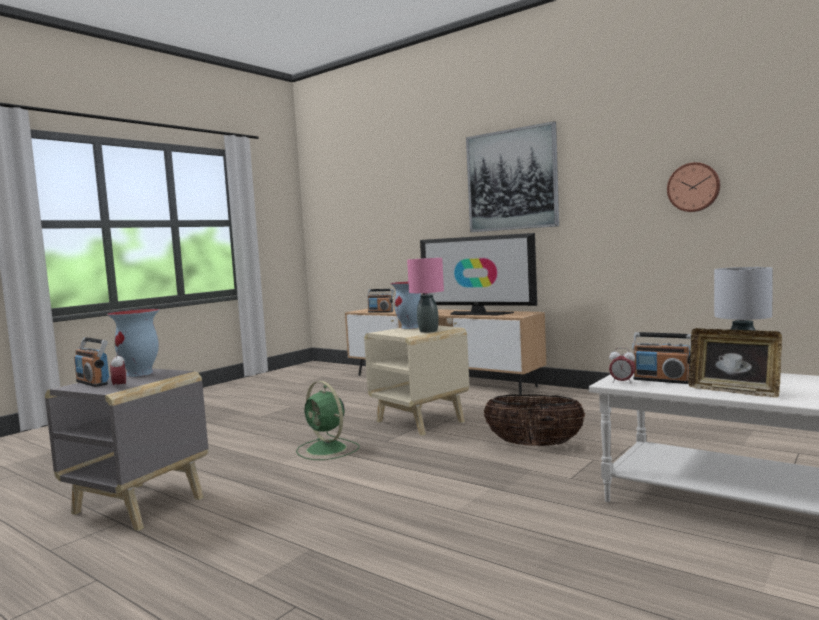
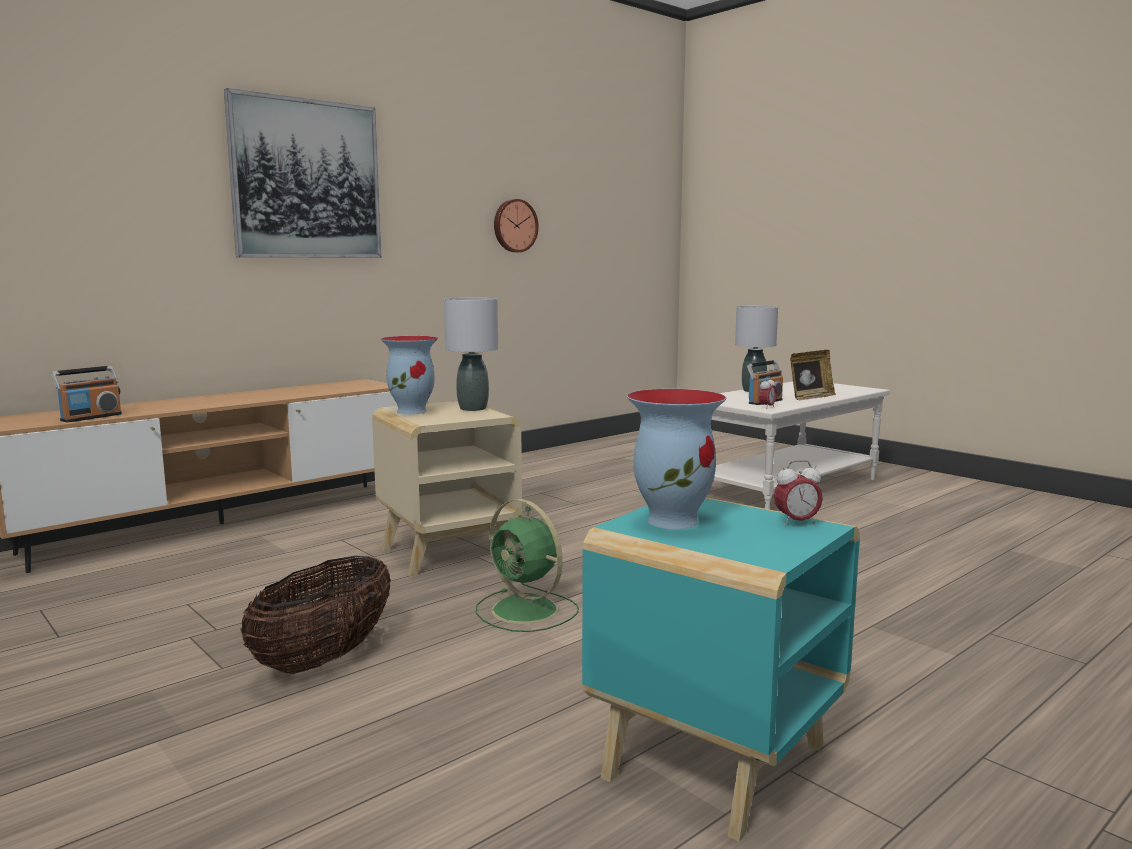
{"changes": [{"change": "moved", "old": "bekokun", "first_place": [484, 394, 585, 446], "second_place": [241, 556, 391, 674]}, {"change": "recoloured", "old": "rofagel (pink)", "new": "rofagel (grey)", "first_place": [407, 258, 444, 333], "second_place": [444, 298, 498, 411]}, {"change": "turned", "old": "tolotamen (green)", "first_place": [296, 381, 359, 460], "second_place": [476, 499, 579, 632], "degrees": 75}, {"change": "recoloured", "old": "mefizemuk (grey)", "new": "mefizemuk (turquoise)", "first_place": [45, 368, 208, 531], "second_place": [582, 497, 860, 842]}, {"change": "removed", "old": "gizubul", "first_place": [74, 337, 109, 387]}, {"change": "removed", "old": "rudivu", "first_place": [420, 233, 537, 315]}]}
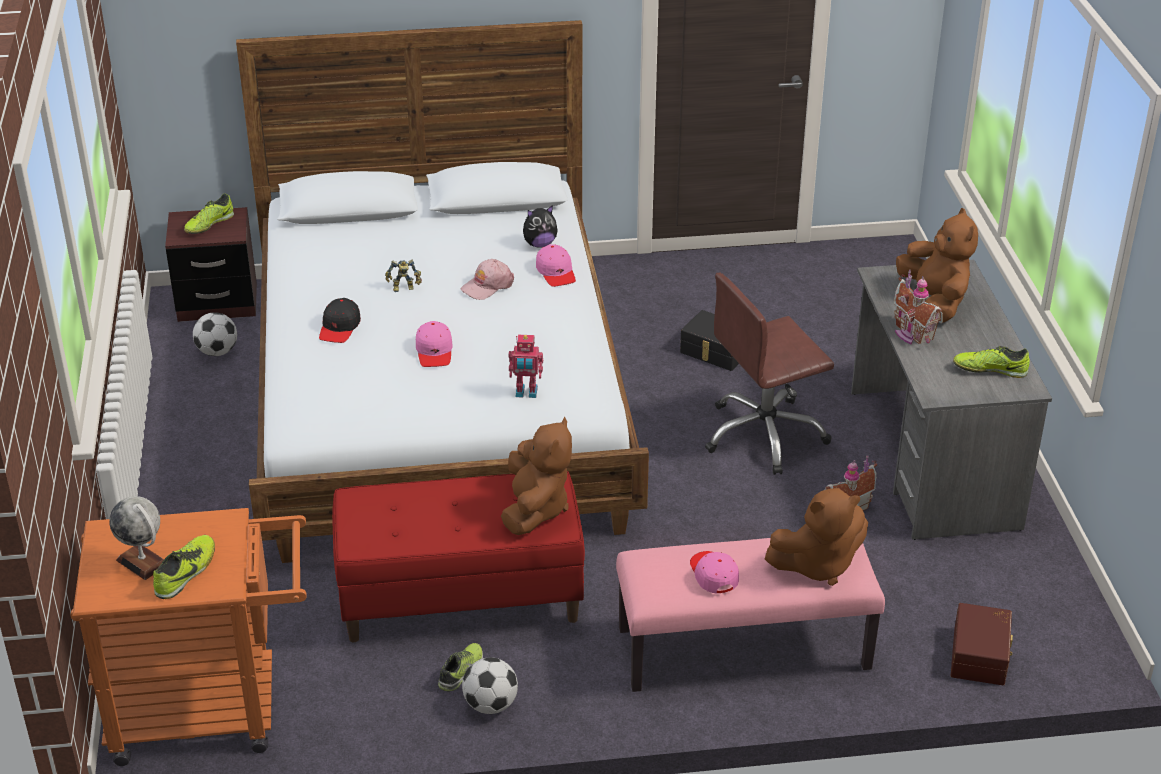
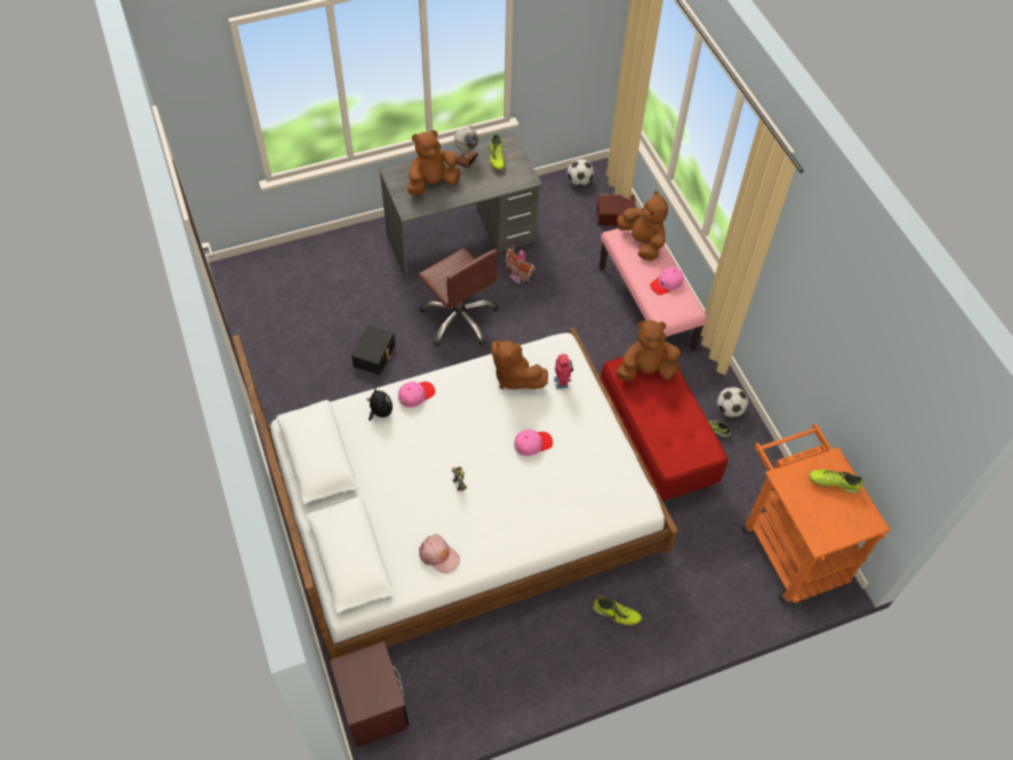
{"changes": [{"change": "moved", "old": "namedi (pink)", "first_place": [461, 259, 514, 300], "second_place": [419, 534, 460, 574]}, {"change": "moved", "old": "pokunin", "first_place": [110, 496, 164, 580], "second_place": [454, 125, 478, 169]}, {"change": "added", "new": "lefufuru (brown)", "second_place": [491, 340, 548, 390]}, {"change": "moved", "old": "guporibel", "first_place": [193, 312, 237, 356], "second_place": [567, 159, 594, 186]}, {"change": "moved", "old": "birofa", "first_place": [184, 194, 234, 234], "second_place": [593, 596, 642, 625]}, {"change": "removed", "old": "namedi (black)", "first_place": [319, 298, 361, 343]}, {"change": "removed", "old": "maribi", "first_place": [894, 270, 943, 345]}]}
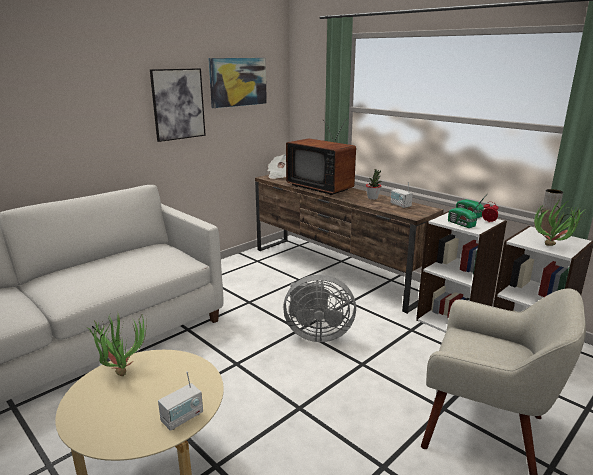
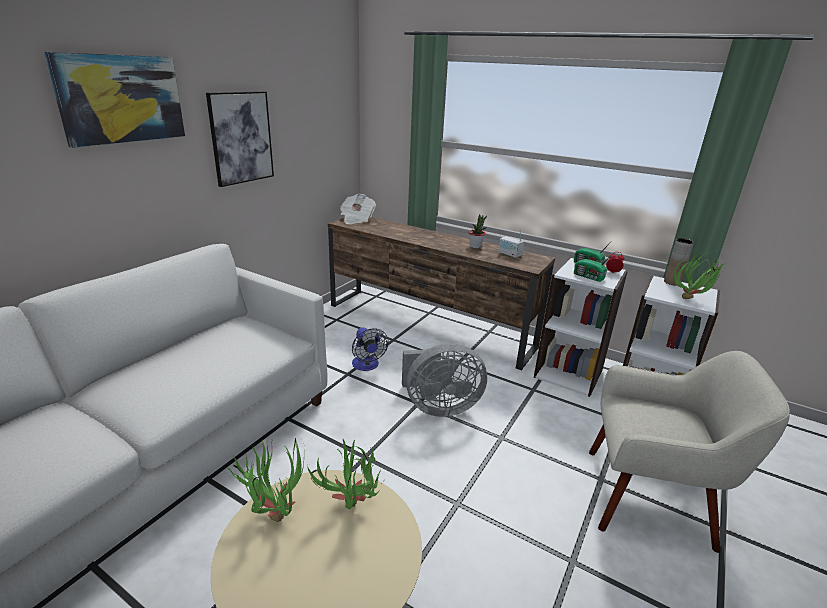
{"changes": [{"change": "moved", "old": "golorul", "first_place": [209, 58, 267, 108], "second_place": [44, 52, 185, 148]}, {"change": "added", "new": "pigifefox", "second_place": [307, 439, 383, 509]}, {"change": "added", "new": "tolotamen", "second_place": [352, 328, 389, 371]}, {"change": "removed", "old": "gizubul", "first_place": [158, 371, 203, 431]}, {"change": "removed", "old": "rudivu", "first_place": [286, 120, 356, 195]}]}
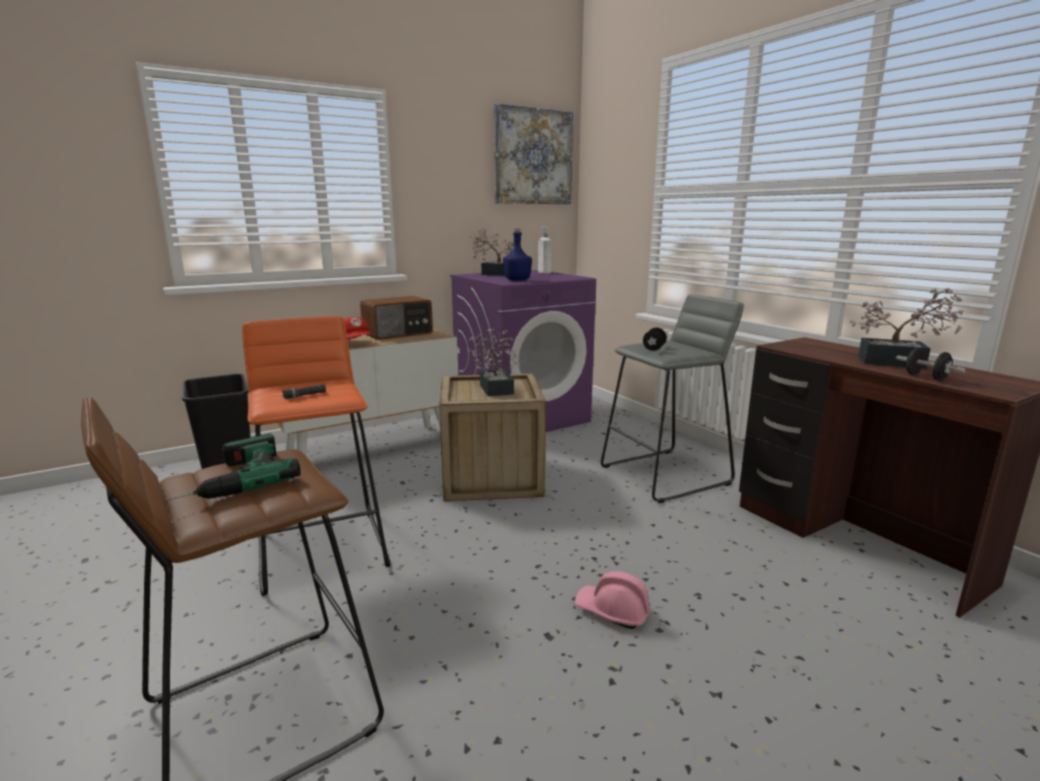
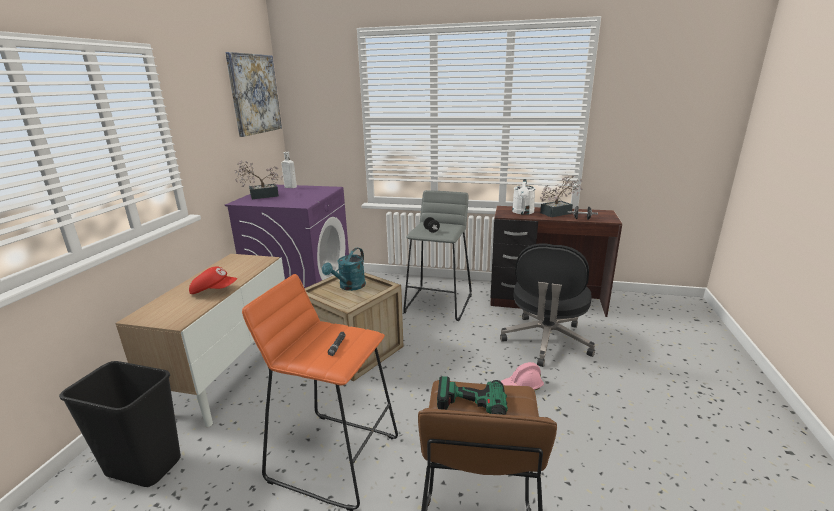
{"changes": [{"change": "replaced", "old": "pigifefox", "new": "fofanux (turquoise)", "first_place": [467, 328, 521, 396], "second_place": [322, 248, 366, 291]}, {"change": "added", "new": "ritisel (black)", "second_place": [500, 244, 595, 367]}, {"change": "added", "new": "fofanux (white)", "second_place": [512, 179, 536, 214]}, {"change": "removed", "old": "gizubul", "first_place": [360, 296, 433, 340]}, {"change": "removed", "old": "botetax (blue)", "first_place": [503, 229, 532, 281]}]}
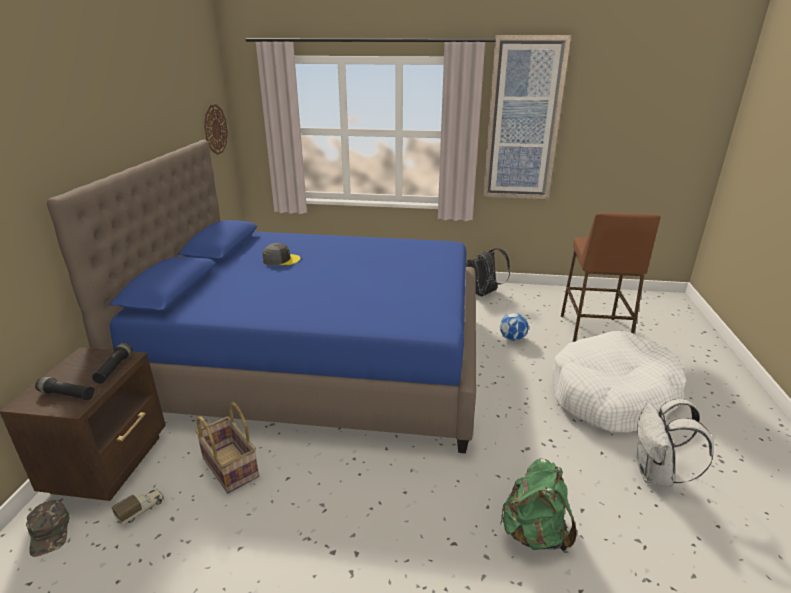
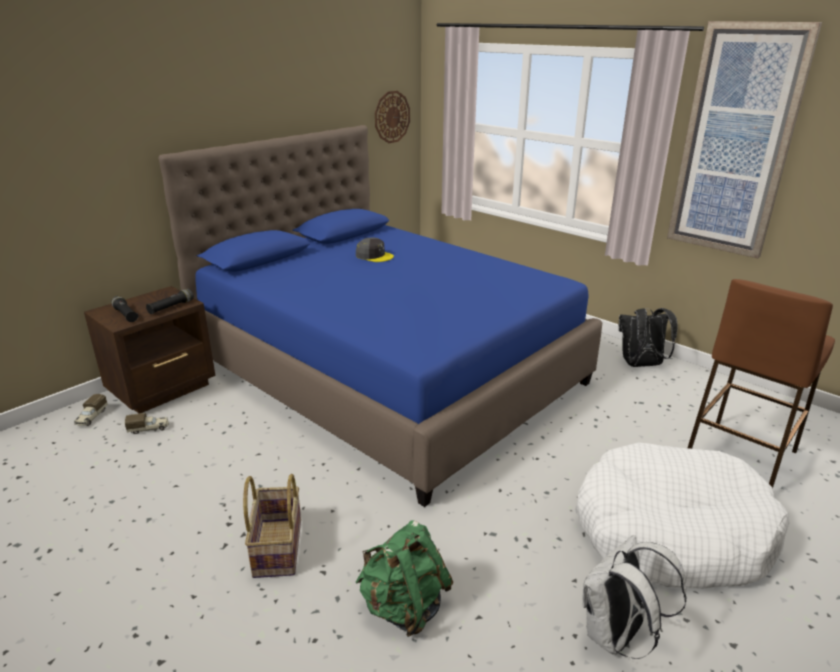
{"changes": [{"change": "replaced", "old": "namedi (green)", "new": "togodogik", "first_place": [26, 500, 69, 557], "second_place": [74, 394, 108, 426]}, {"change": "moved", "old": "bekokun", "first_place": [195, 402, 259, 493], "second_place": [243, 474, 301, 578]}, {"change": "removed", "old": "guporibel", "first_place": [500, 313, 529, 341]}]}
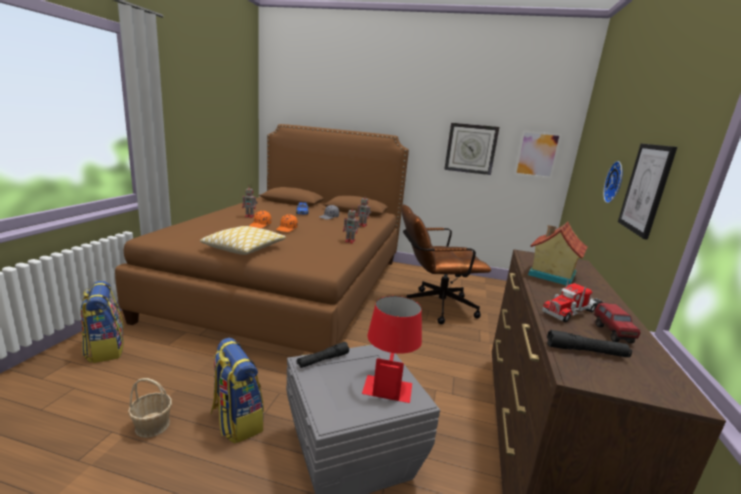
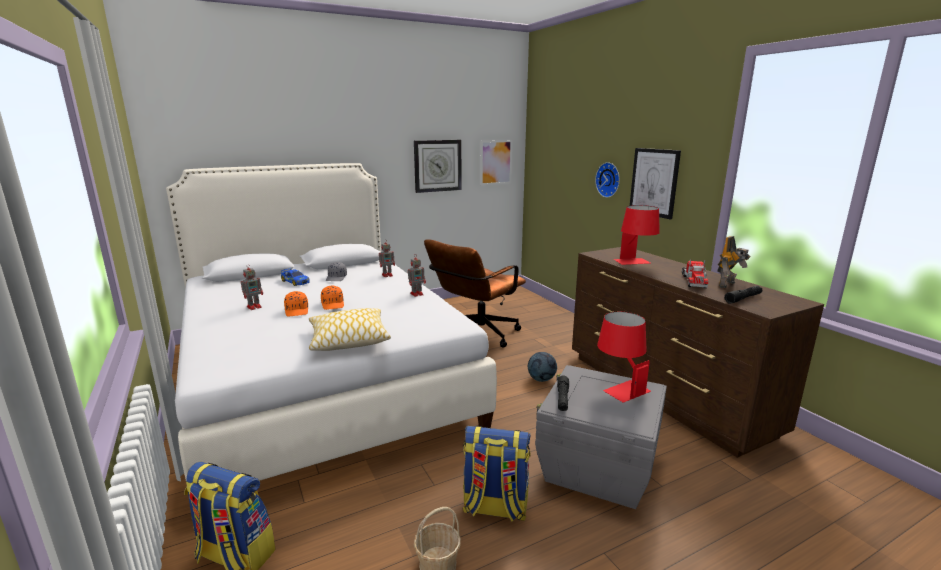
{"changes": [{"change": "recoloured", "old": "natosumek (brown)", "new": "natosumek (white)", "first_place": [115, 124, 409, 353], "second_place": [166, 163, 497, 481]}, {"change": "added", "new": "guporibel", "second_place": [528, 352, 557, 382]}, {"change": "replaced", "old": "maribi", "new": "rofagel (red)", "first_place": [528, 222, 587, 285], "second_place": [614, 205, 660, 265]}, {"change": "replaced", "old": "togodogik", "new": "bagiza", "first_place": [594, 303, 641, 343], "second_place": [717, 236, 751, 288]}]}
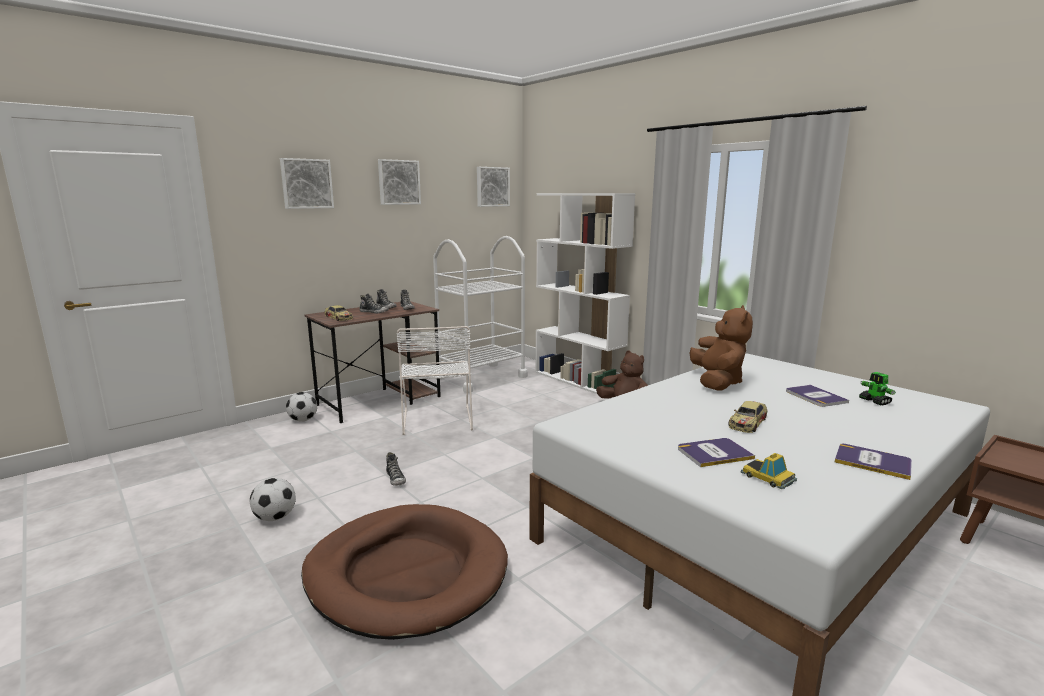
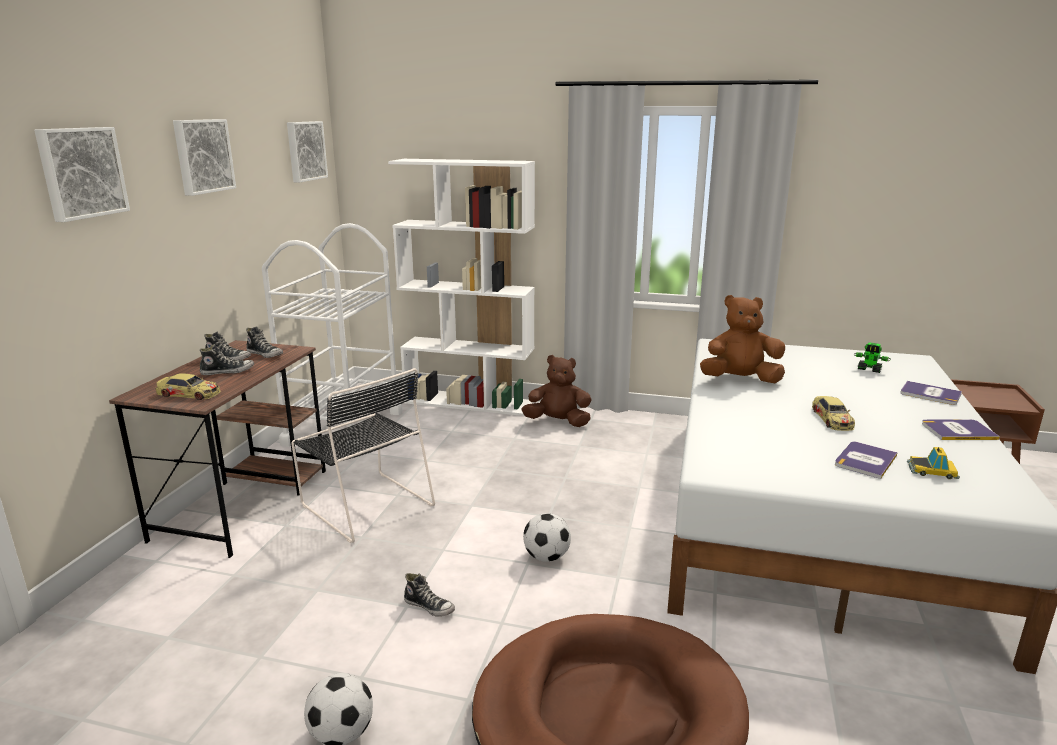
{"changes": [{"change": "recoloured", "old": "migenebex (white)", "new": "migenebex (black)", "first_place": [397, 326, 473, 435], "second_place": [291, 368, 435, 543]}, {"change": "moved", "old": "guporibel", "first_place": [286, 392, 317, 422], "second_place": [523, 513, 571, 562]}, {"change": "turned", "old": "lefufuru (brown)", "first_place": [689, 305, 753, 391], "second_place": [700, 295, 785, 383], "degrees": -60}, {"change": "moved", "old": "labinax", "first_place": [786, 385, 849, 407], "second_place": [900, 381, 962, 405]}]}
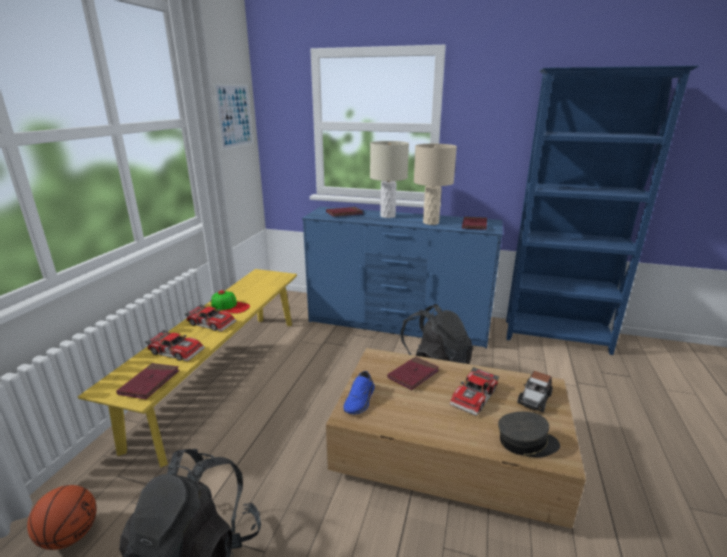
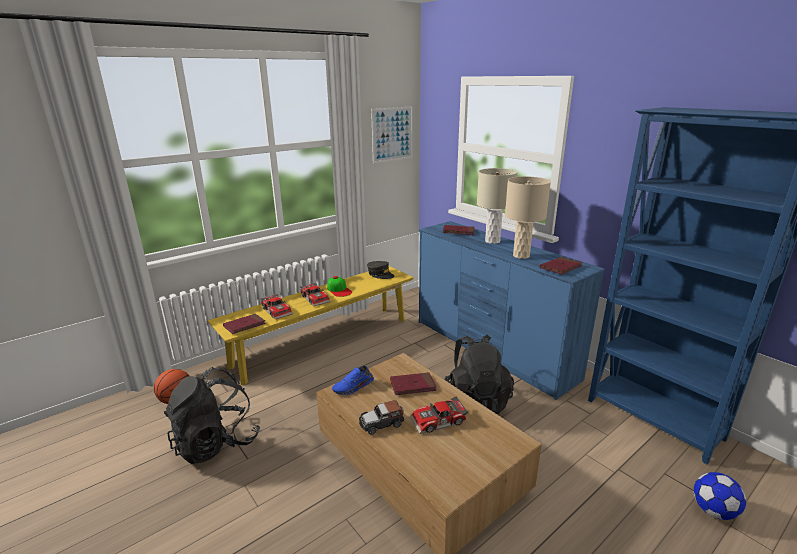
{"changes": [{"change": "moved", "old": "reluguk", "first_place": [517, 371, 553, 412], "second_place": [359, 400, 405, 435]}, {"change": "moved", "old": "namedi (grey)", "first_place": [498, 412, 560, 458], "second_place": [367, 261, 394, 279]}, {"change": "added", "new": "guporibel", "second_place": [694, 472, 746, 520]}]}
